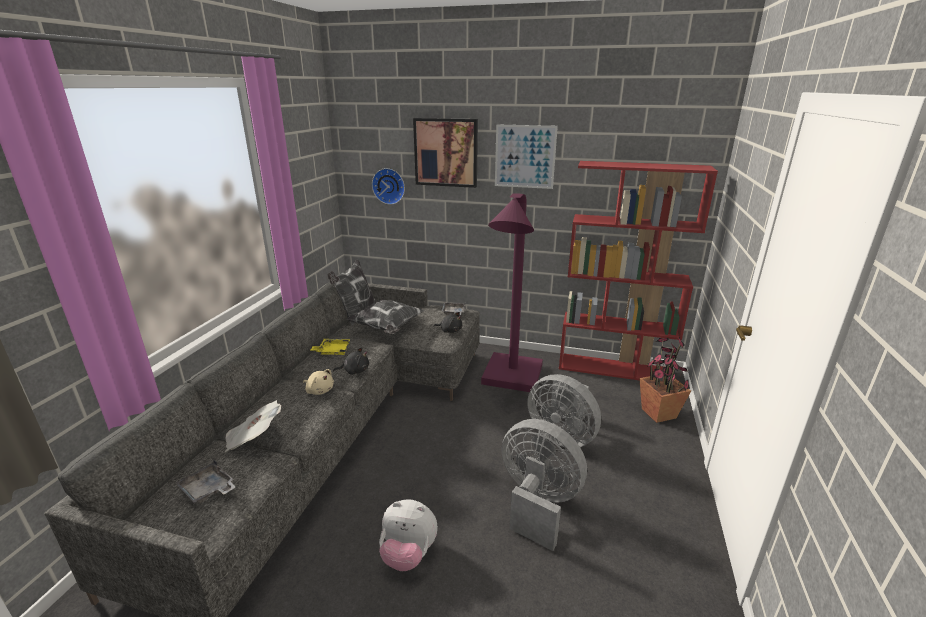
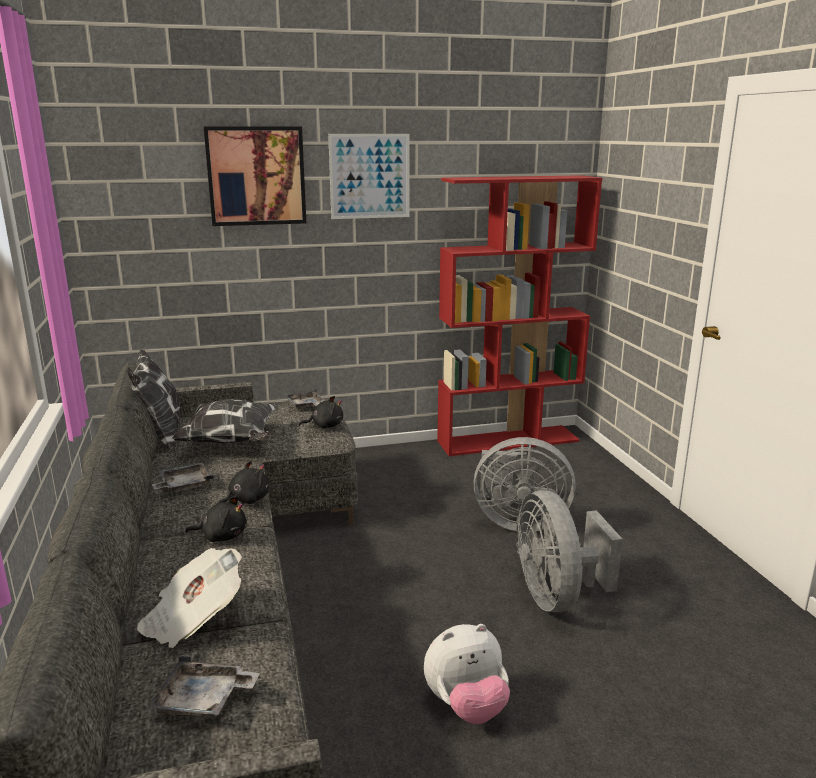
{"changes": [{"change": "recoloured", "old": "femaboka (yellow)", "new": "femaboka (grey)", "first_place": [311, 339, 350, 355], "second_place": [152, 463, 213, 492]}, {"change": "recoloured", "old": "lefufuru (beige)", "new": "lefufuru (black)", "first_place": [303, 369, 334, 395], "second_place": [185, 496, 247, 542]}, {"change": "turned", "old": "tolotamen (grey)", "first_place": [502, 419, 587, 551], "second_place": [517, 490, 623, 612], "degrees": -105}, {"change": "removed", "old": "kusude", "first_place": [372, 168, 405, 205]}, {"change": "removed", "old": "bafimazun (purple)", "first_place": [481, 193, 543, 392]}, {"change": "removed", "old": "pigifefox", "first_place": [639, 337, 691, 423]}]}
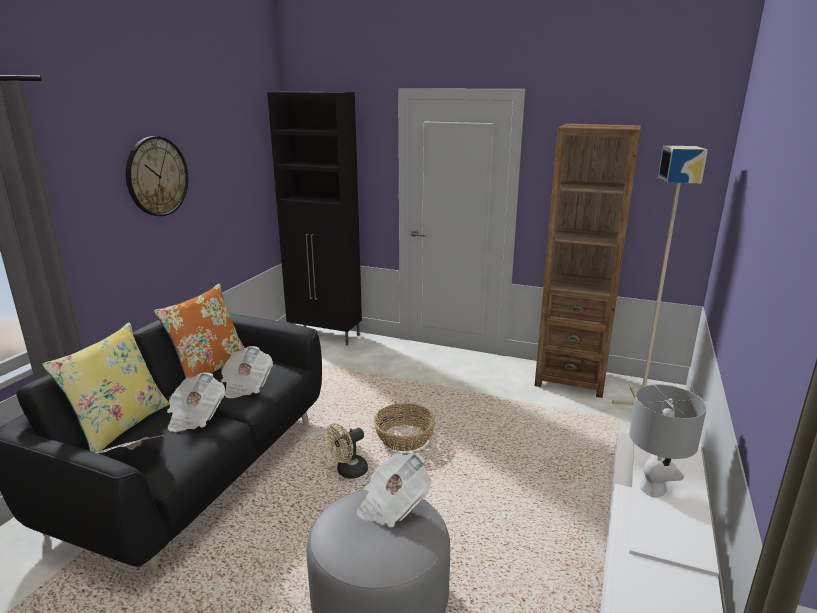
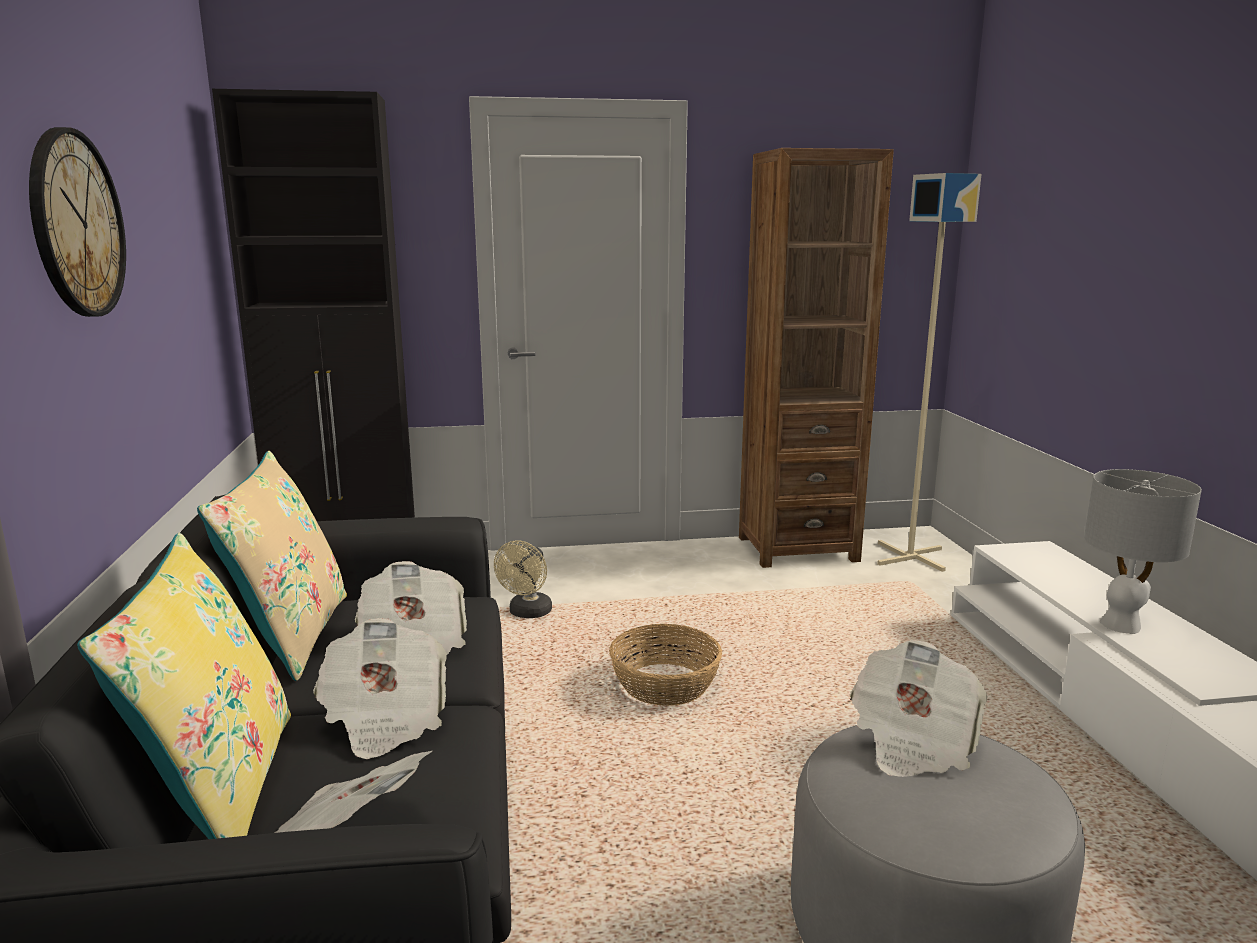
{"changes": [{"change": "recoloured", "old": "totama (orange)", "new": "totama (beige)", "first_place": [154, 284, 245, 379], "second_place": [197, 451, 347, 681]}, {"change": "moved", "old": "tolotamen (beige)", "first_place": [325, 423, 368, 479], "second_place": [494, 540, 552, 618]}]}
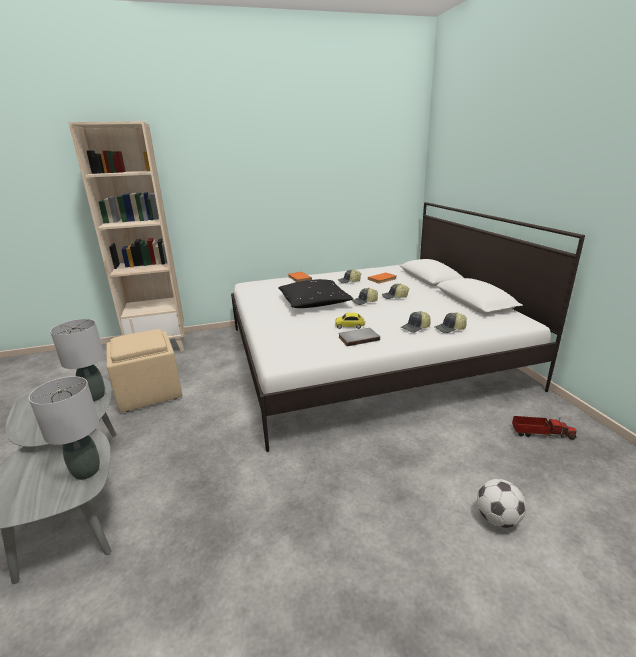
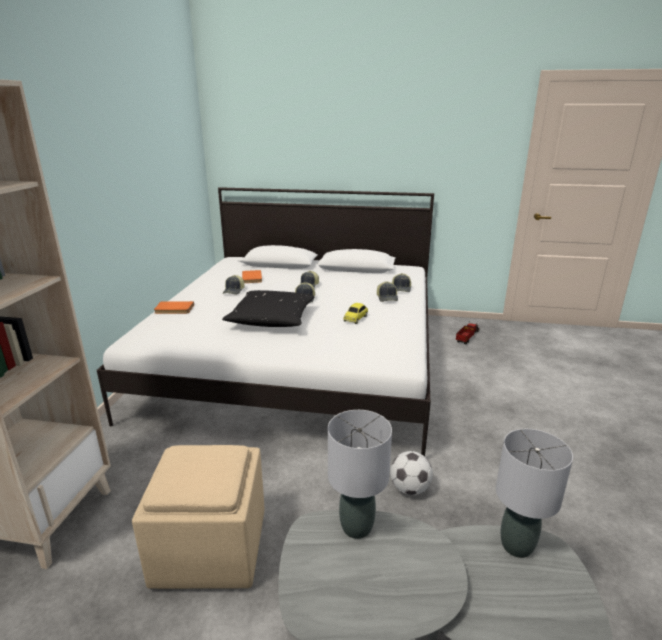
{"changes": [{"change": "moved", "old": "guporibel", "first_place": [477, 479, 526, 528], "second_place": [390, 451, 433, 495]}, {"change": "removed", "old": "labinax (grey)", "first_place": [338, 328, 380, 346]}]}
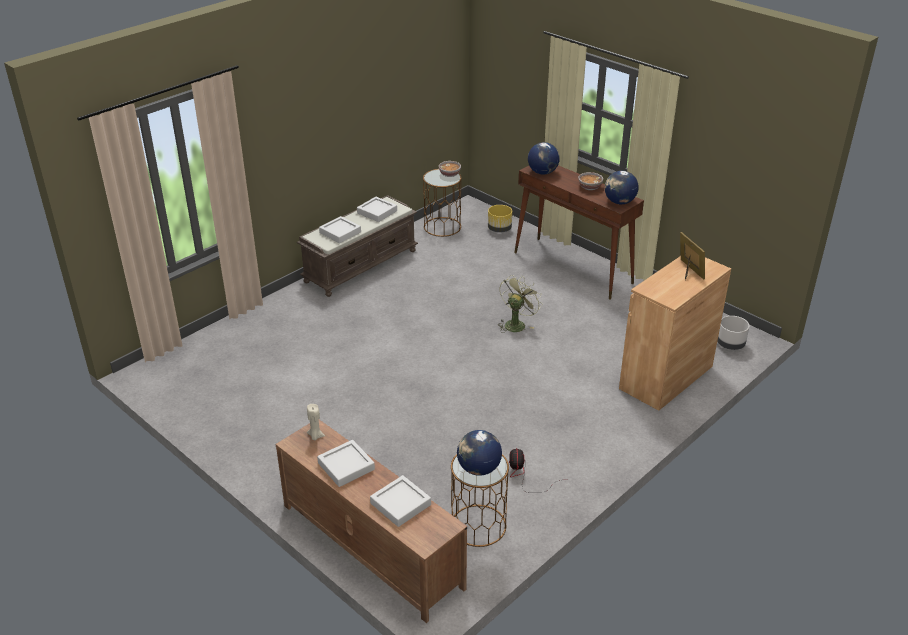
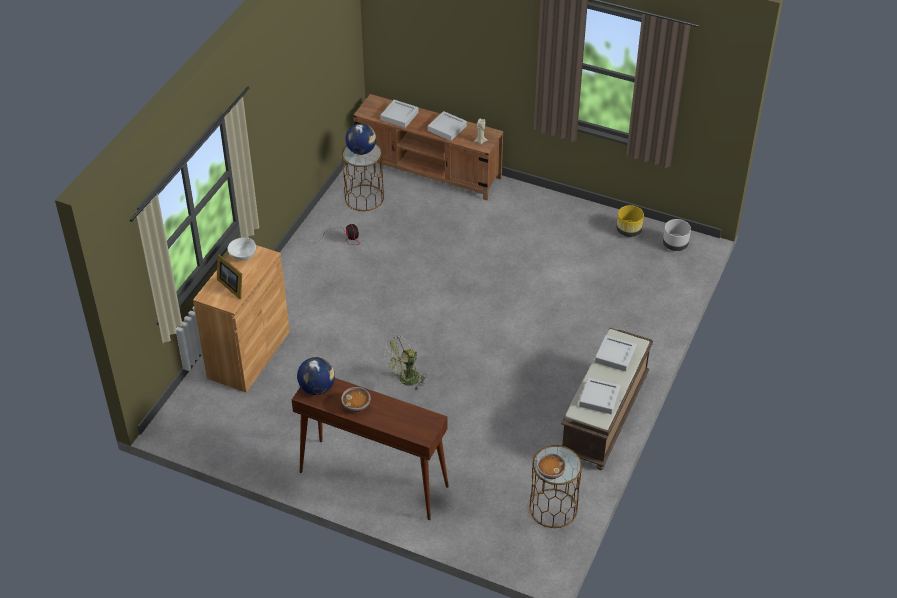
{"changes": [{"change": "added", "new": "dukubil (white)", "second_place": [228, 238, 256, 260]}, {"change": "turned", "old": "tolotamen (green)", "first_place": [498, 275, 542, 333], "second_place": [384, 336, 427, 391], "degrees": 45}, {"change": "moved", "old": "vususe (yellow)", "first_place": [488, 205, 512, 233], "second_place": [616, 205, 644, 237]}, {"change": "moved", "old": "vususe (grey)", "first_place": [717, 316, 750, 350], "second_place": [663, 219, 691, 251]}, {"change": "removed", "old": "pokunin", "first_place": [528, 142, 560, 175]}]}
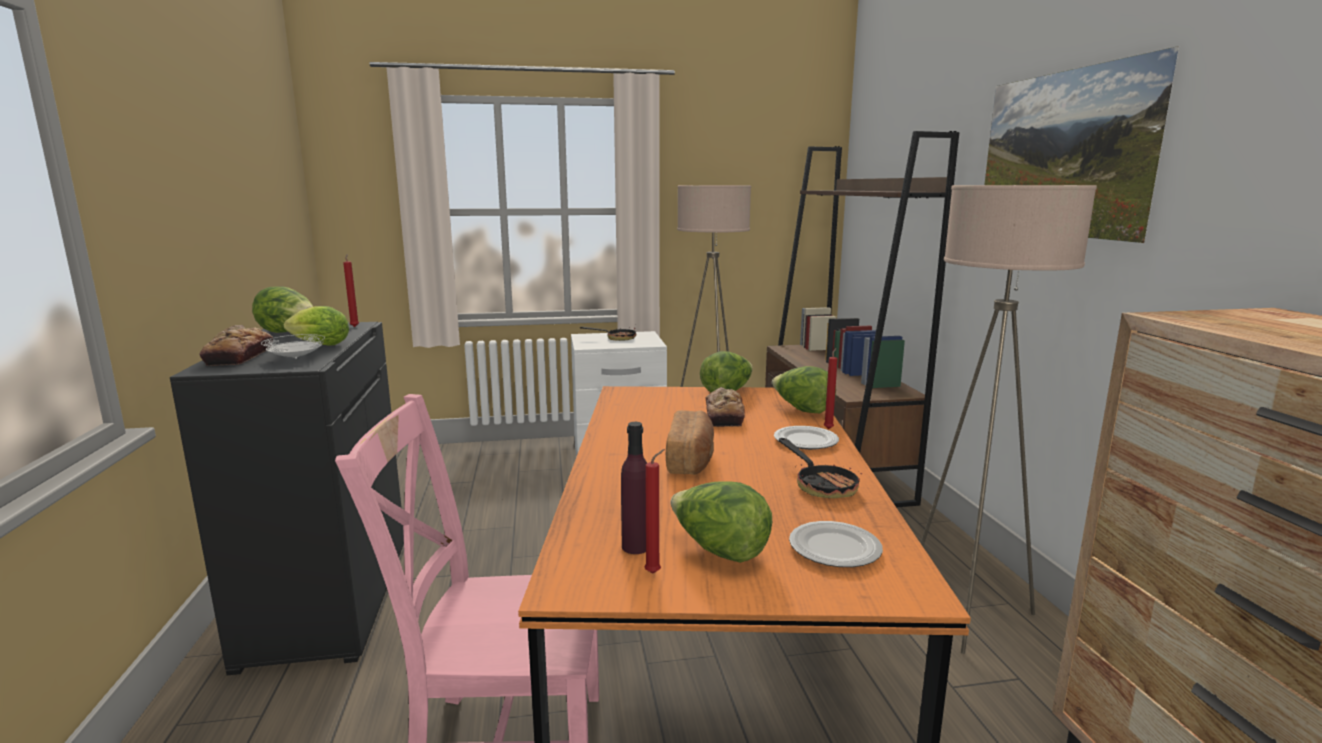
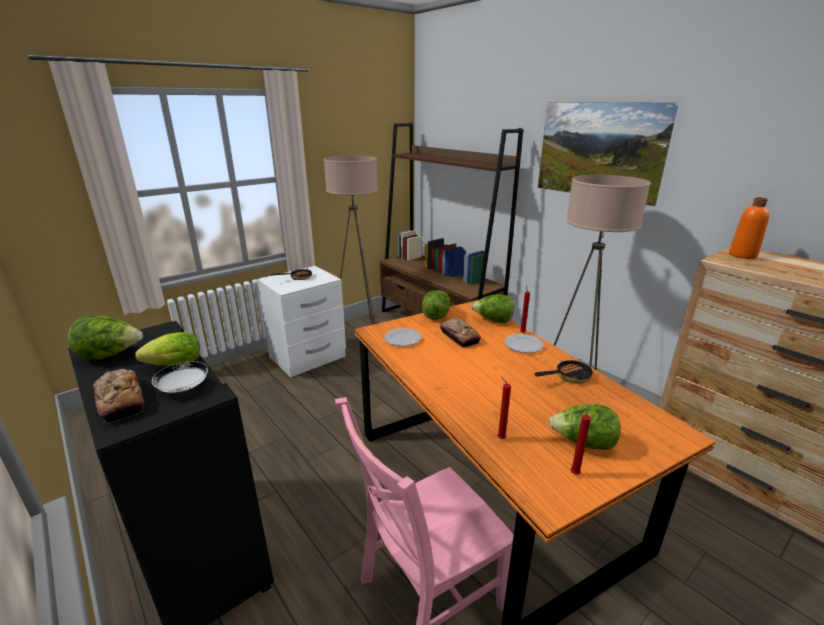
{"changes": [{"change": "moved", "old": "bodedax", "first_place": [789, 521, 883, 567], "second_place": [384, 328, 421, 346]}, {"change": "moved", "old": "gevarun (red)", "first_place": [343, 254, 359, 327], "second_place": [497, 376, 511, 439]}, {"change": "turned", "old": "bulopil", "first_place": [779, 438, 862, 498], "second_place": [534, 357, 593, 384], "degrees": -60}, {"change": "added", "new": "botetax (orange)", "second_place": [729, 197, 770, 259]}, {"change": "removed", "old": "botetax (purple)", "first_place": [621, 422, 647, 554]}, {"change": "removed", "old": "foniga", "first_place": [666, 410, 714, 475]}]}
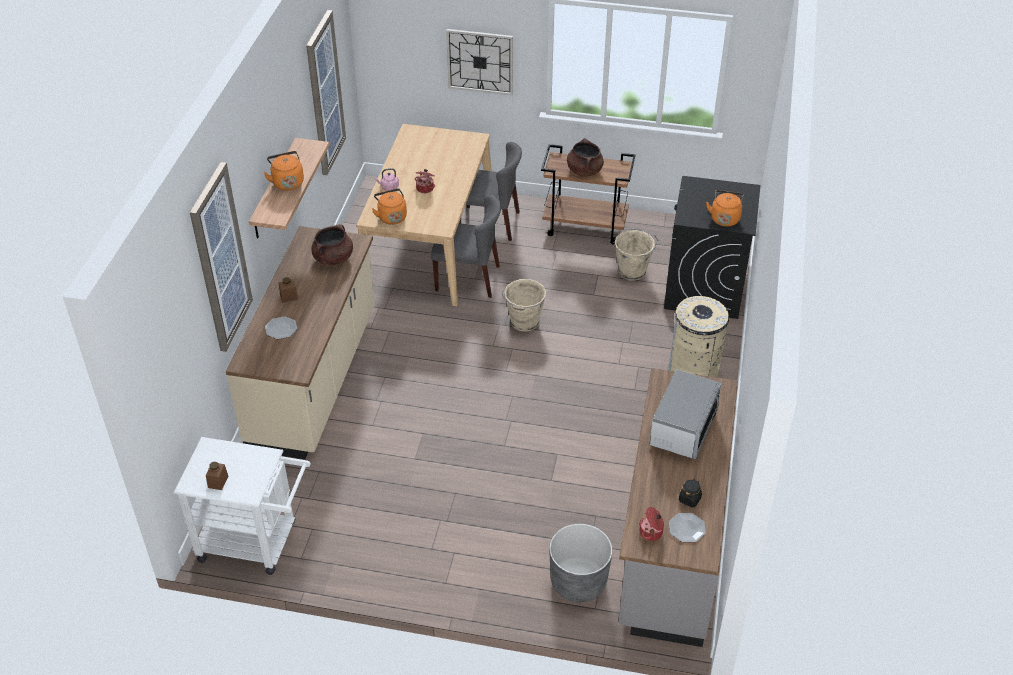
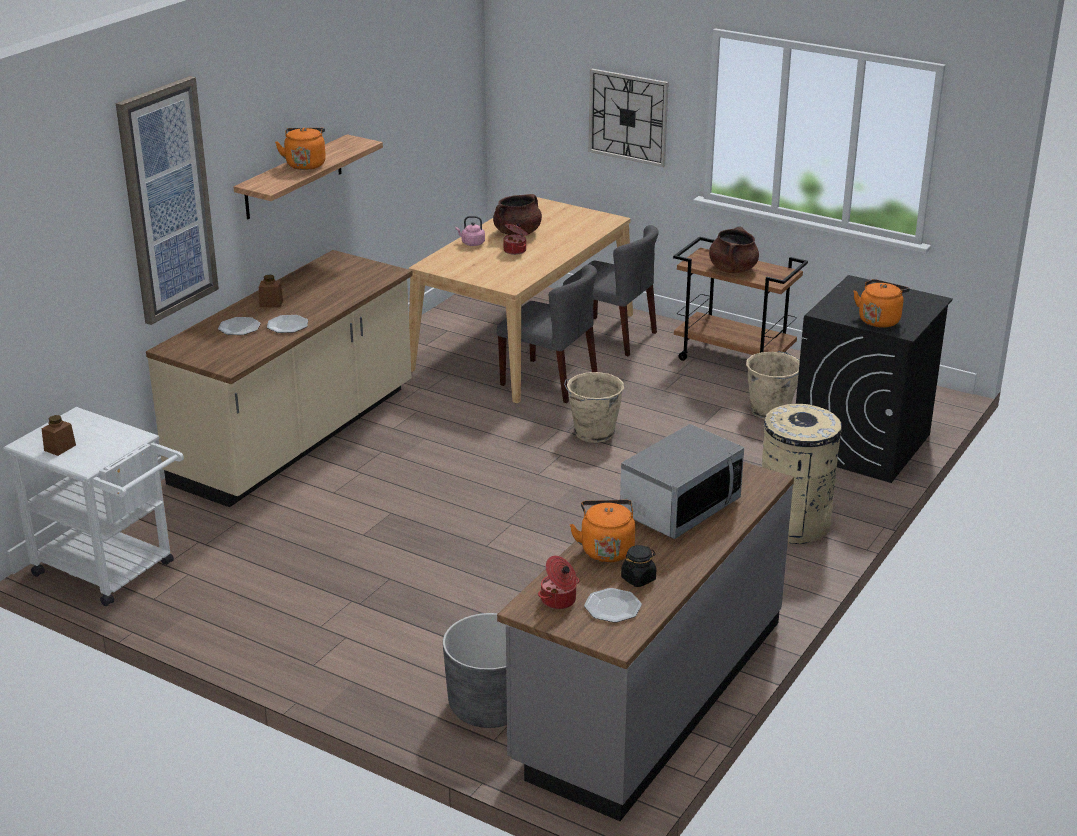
{"changes": [{"change": "added", "new": "bodedax", "second_place": [267, 315, 308, 333]}, {"change": "moved", "old": "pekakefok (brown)", "first_place": [311, 224, 353, 266], "second_place": [493, 194, 542, 236]}, {"change": "moved", "old": "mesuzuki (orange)", "first_place": [372, 188, 407, 225], "second_place": [570, 500, 635, 562]}, {"change": "removed", "old": "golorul", "first_place": [306, 10, 346, 175]}]}
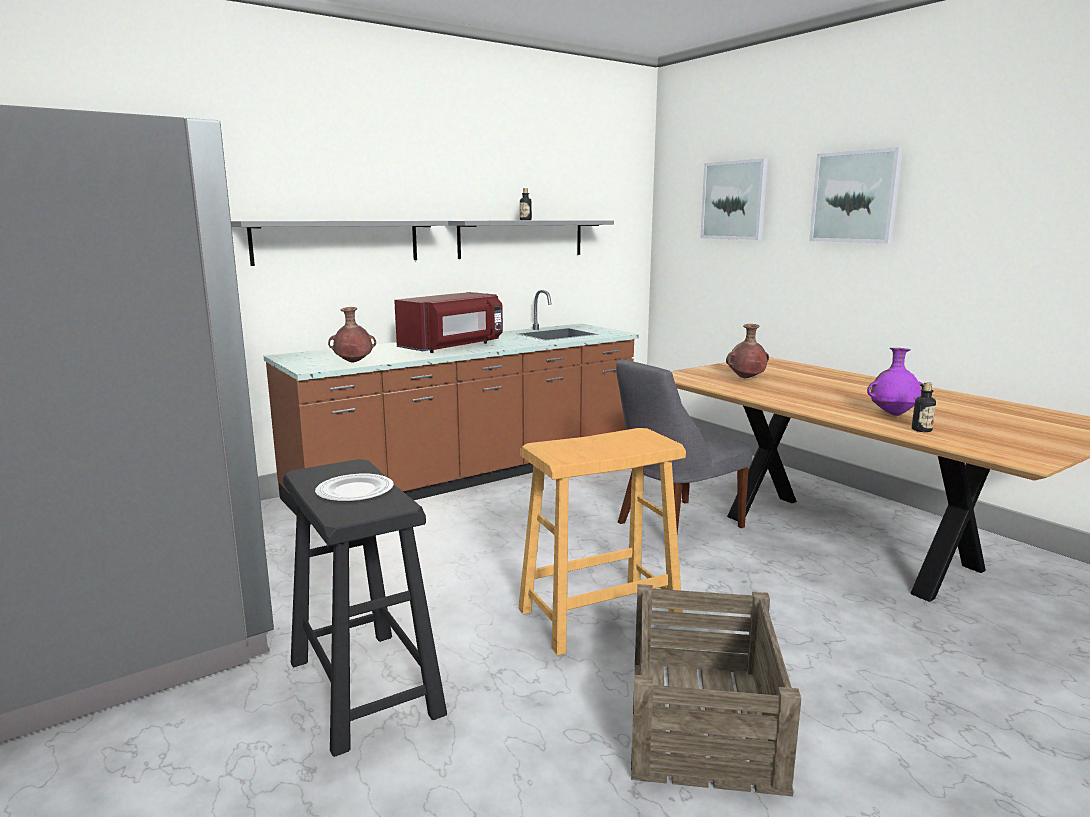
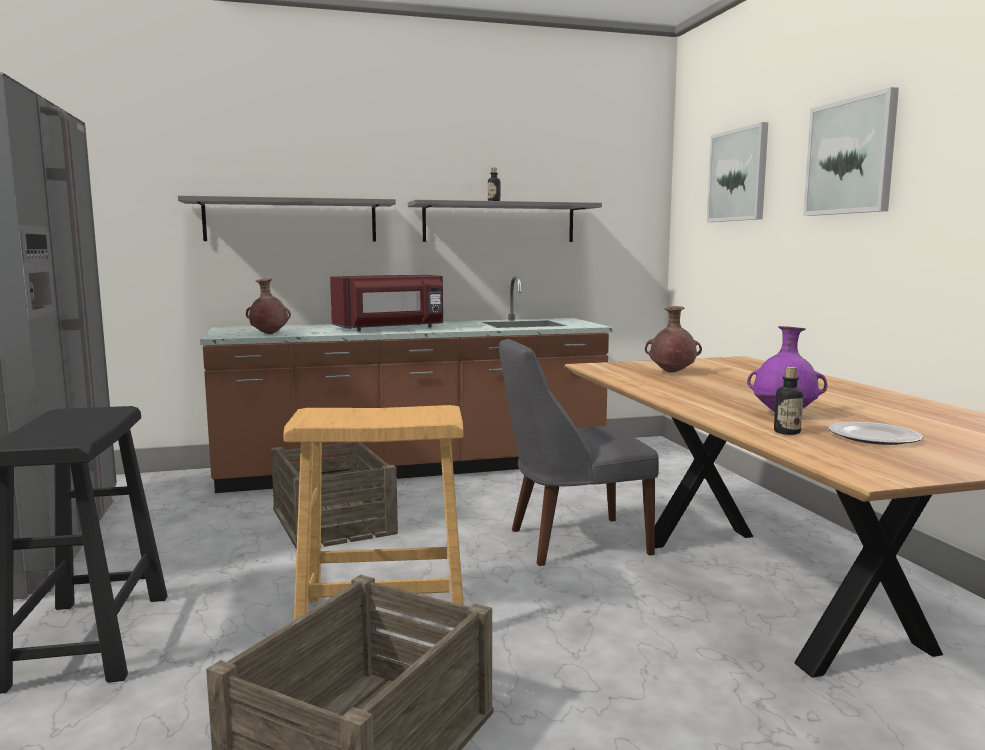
{"changes": [{"change": "added", "new": "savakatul", "second_place": [271, 442, 398, 550]}, {"change": "moved", "old": "bodedax", "first_place": [315, 474, 394, 502], "second_place": [829, 422, 923, 445]}]}
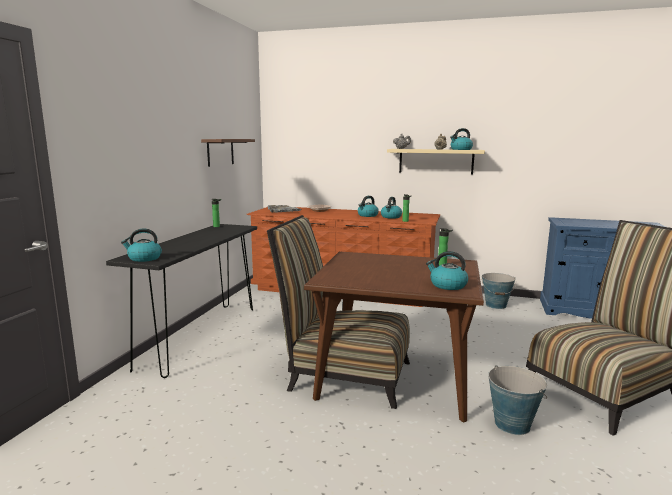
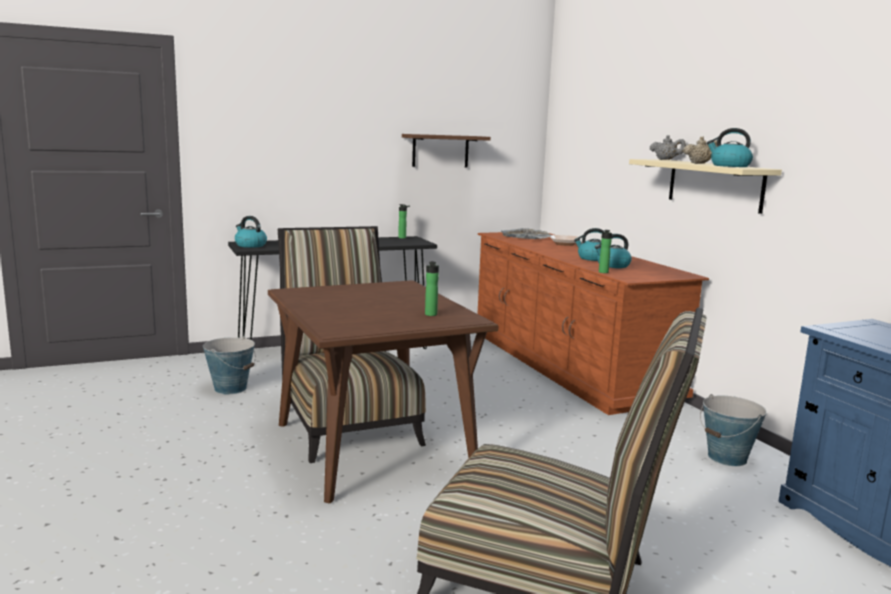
{"changes": [{"change": "moved", "old": "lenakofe", "first_place": [488, 365, 547, 435], "second_place": [203, 336, 256, 394]}, {"change": "removed", "old": "mesuzuki", "first_place": [426, 251, 468, 290]}]}
